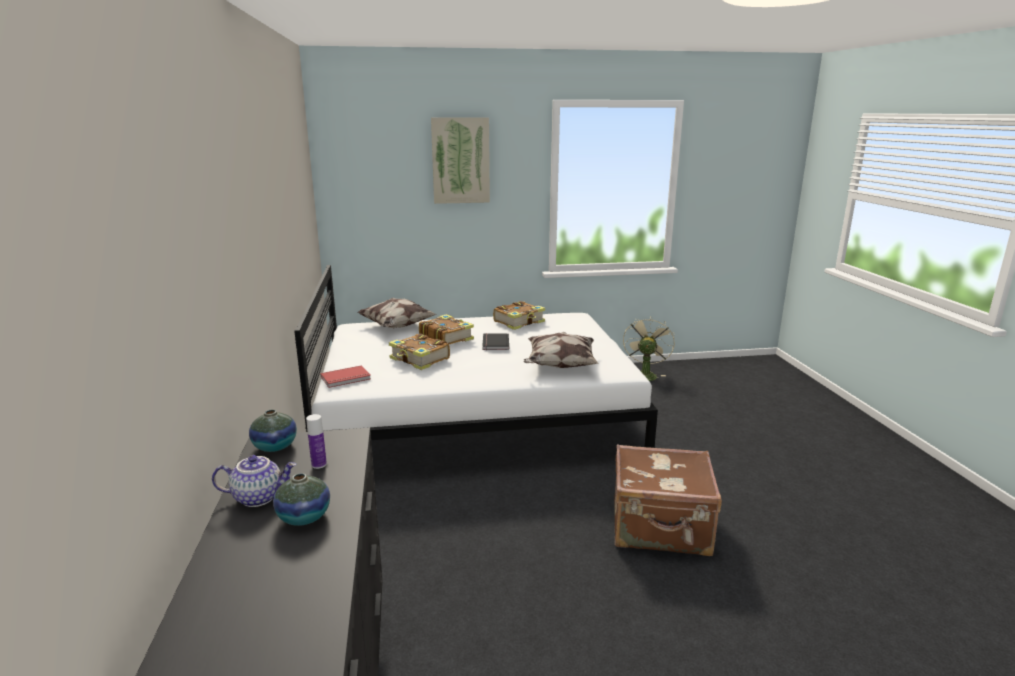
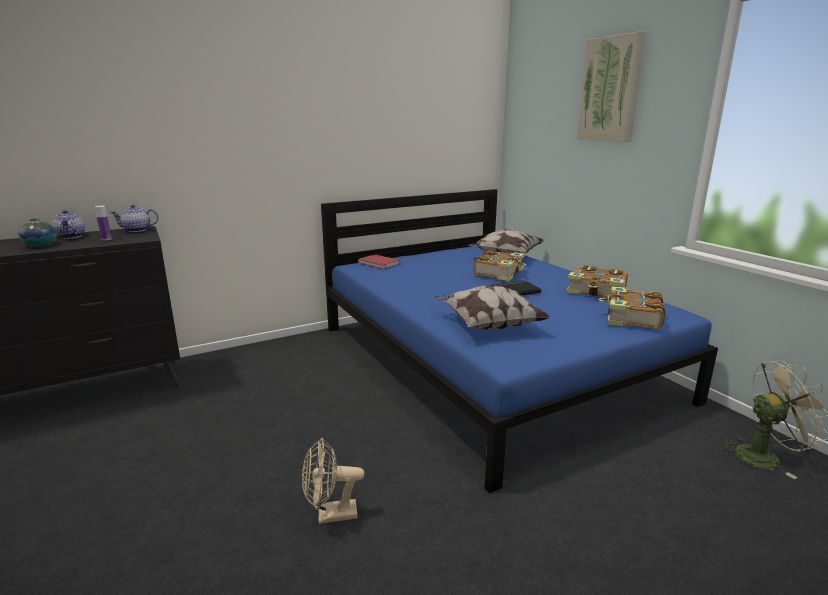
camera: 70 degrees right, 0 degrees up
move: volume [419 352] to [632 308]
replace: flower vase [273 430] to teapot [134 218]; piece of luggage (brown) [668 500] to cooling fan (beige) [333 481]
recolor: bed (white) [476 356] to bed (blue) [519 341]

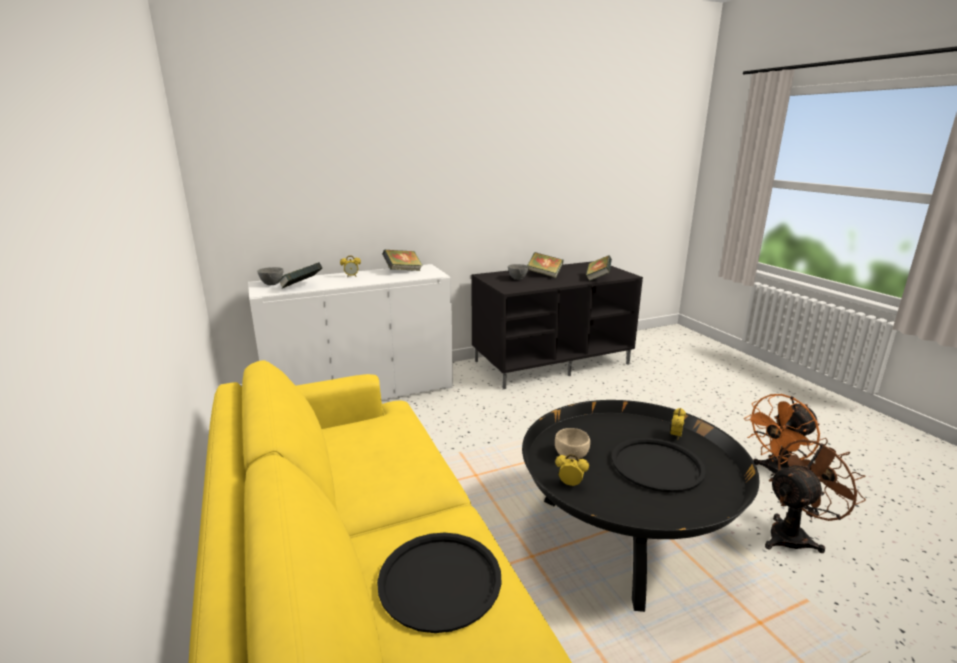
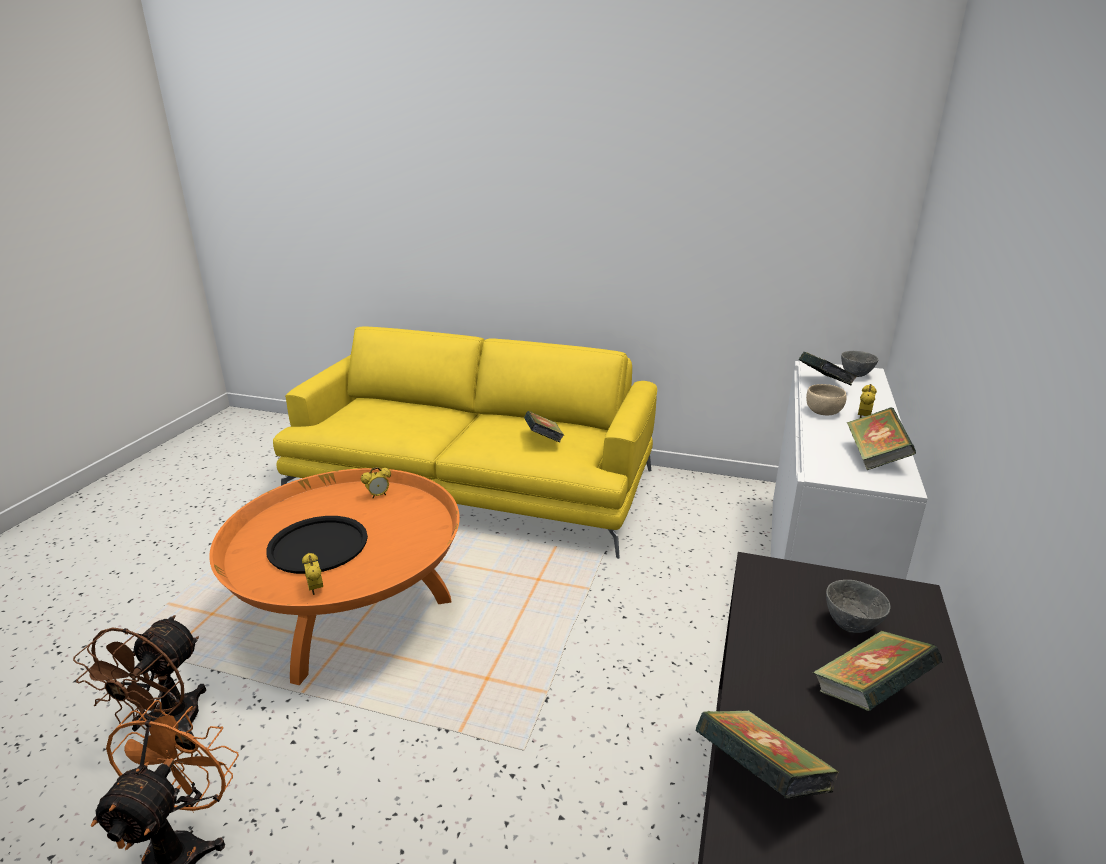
camera: 130 degrees right, 5 degrees up
delete: tray (black) [439 583]
insert: volume [544 426]
move: bowl (beige) [572 444] to [826 399]
recolor: low table (black) [640 506] to low table (orange) [334 576]

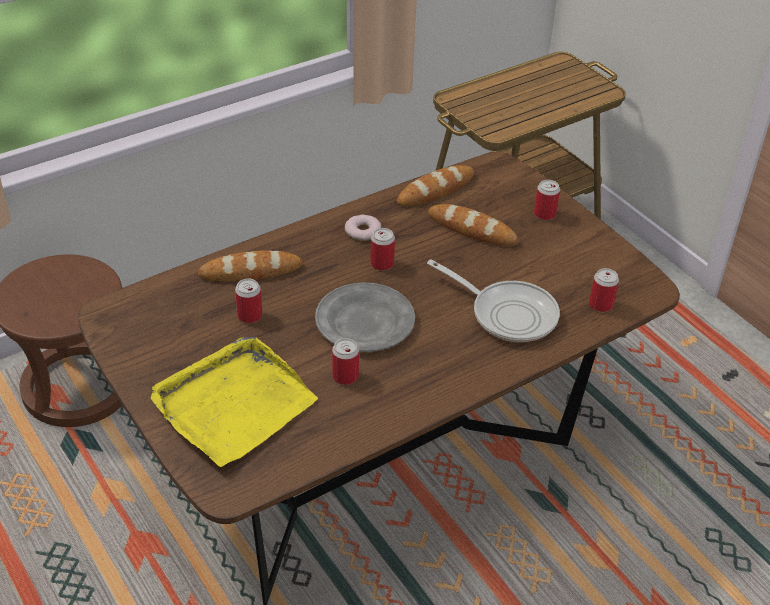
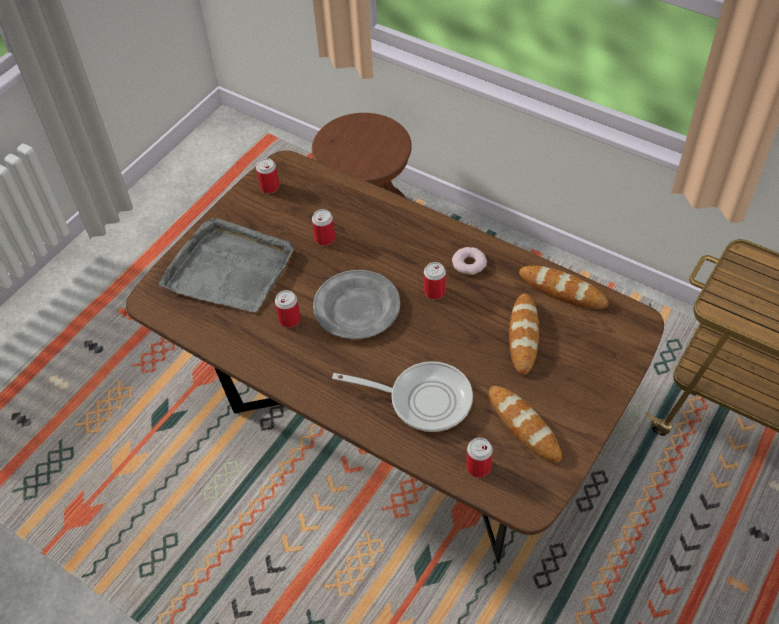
camera: 70 degrees right, 10 degrees up
move: can [547 200] to [267 176]; bread [250 266] to [525 424]
recolor: tray (yellow-coloured) [234 402] to tray (grey) [226 265]
rotate: frying pan [493 301] = [402 396] 90 degrees counterclockwise

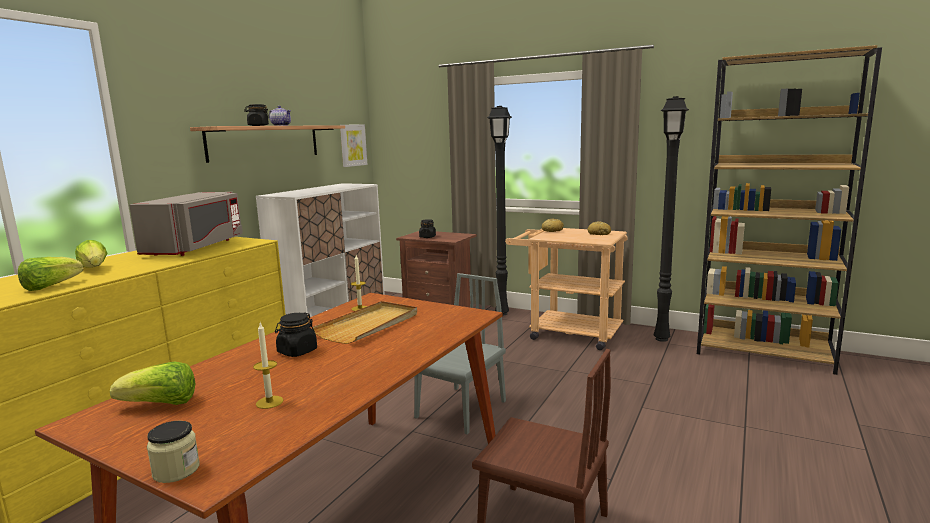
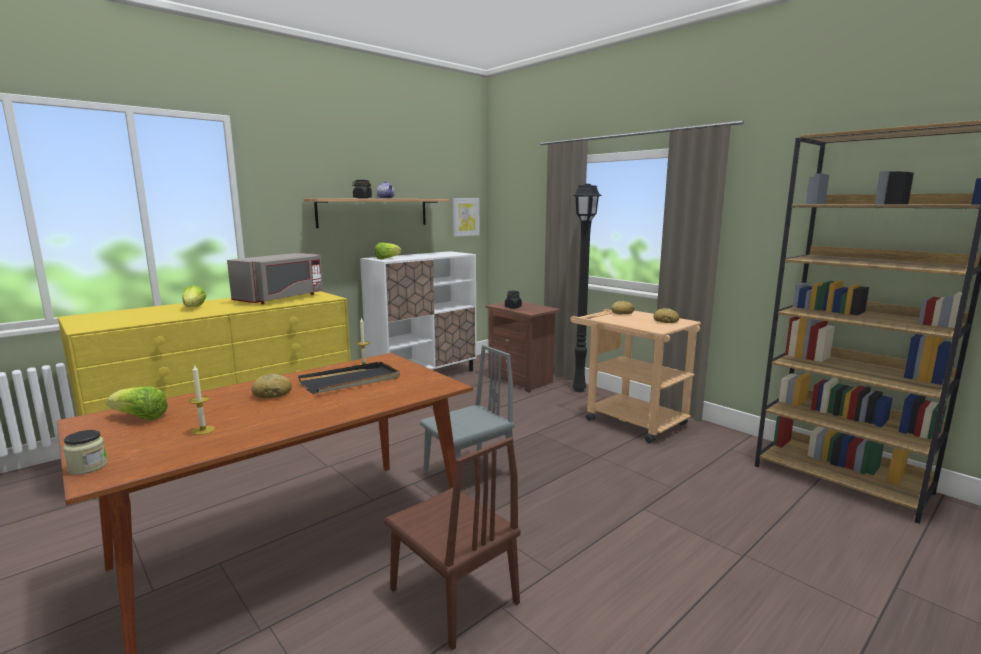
camera: 20 degrees right, 0 degrees up
delete: floor lamp (black) [671 219]
move: head of lettuce [50 274] to [388 251]
replace: preserve jar (black) [296 334] to bread [271 385]
recolor: tray (beige) [364 322] to tray (black) [349 378]

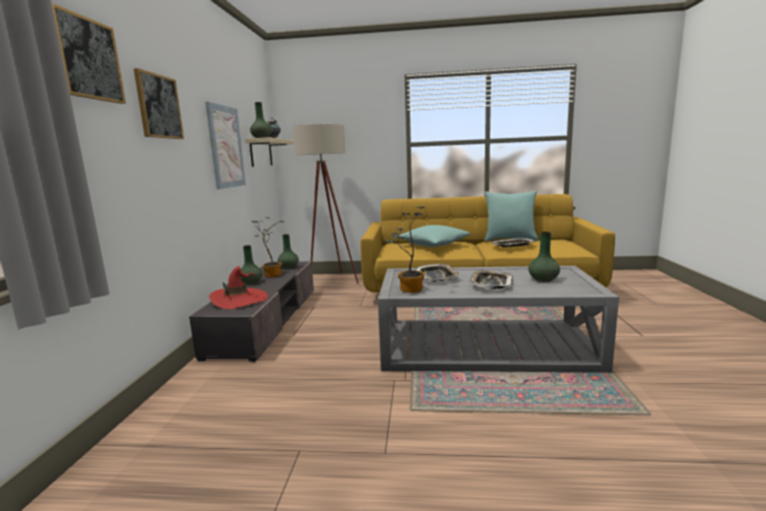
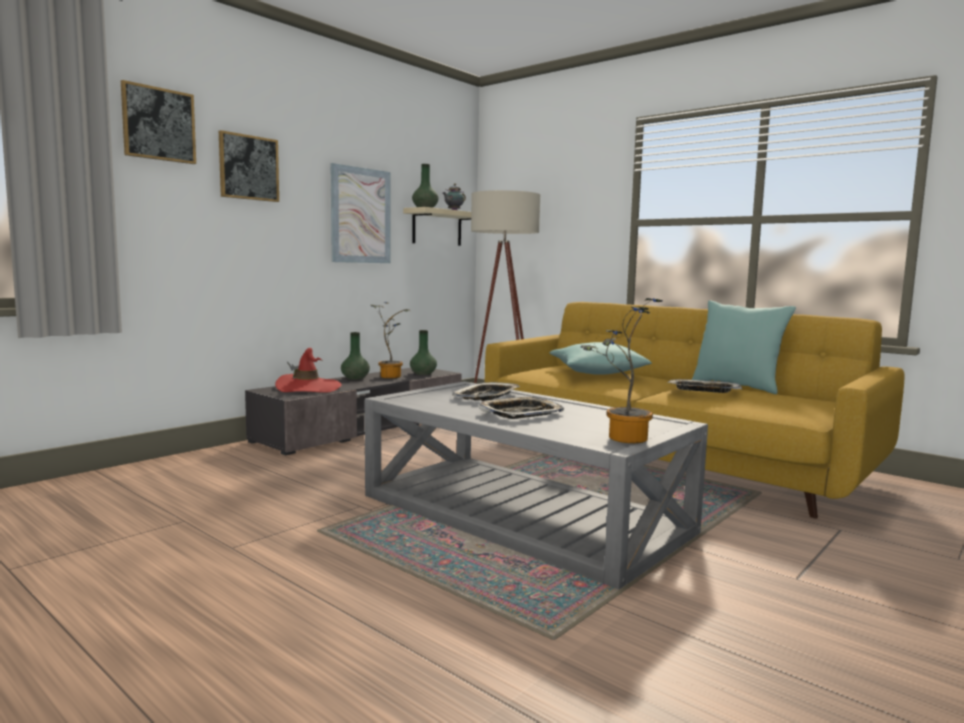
camera: 35 degrees right, 5 degrees down
delete: flower vase (green-coloured) [544 257]
move: plant in a pot [405 250] to [621 370]

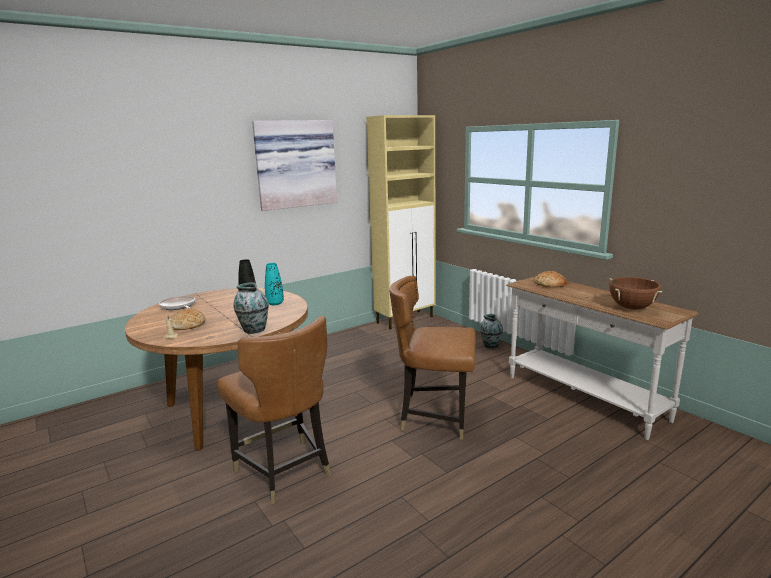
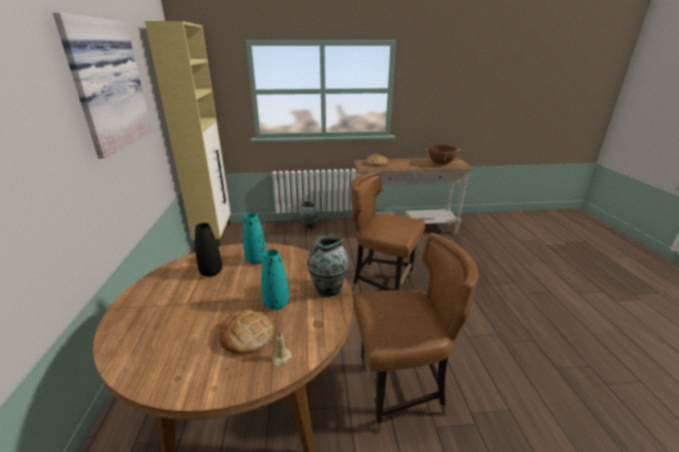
camera: 60 degrees left, 10 degrees up
delete: frying pan [177 303]
insert: flower vase (turquoise-coloured) [275 279]
rotate: chair (brown) [432 358] = [388 231] 75 degrees clockwise

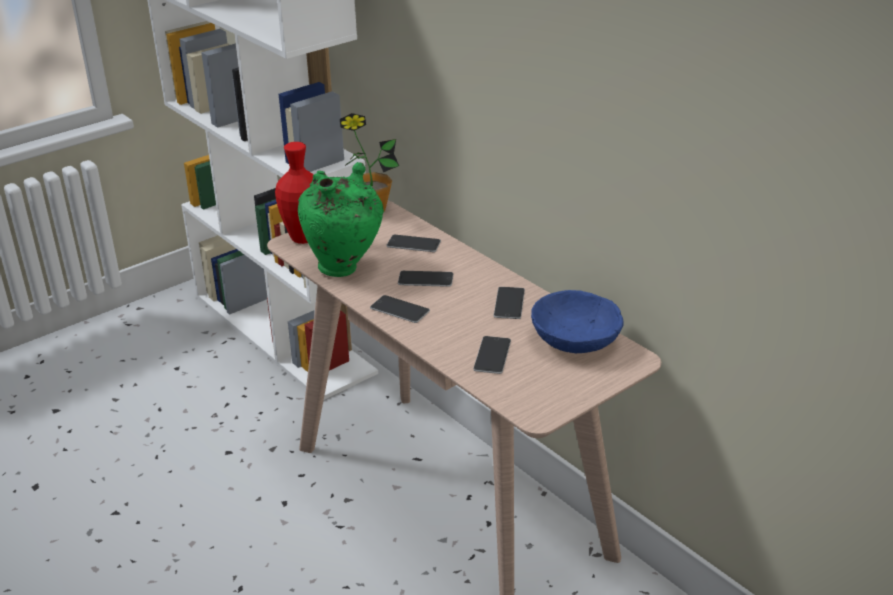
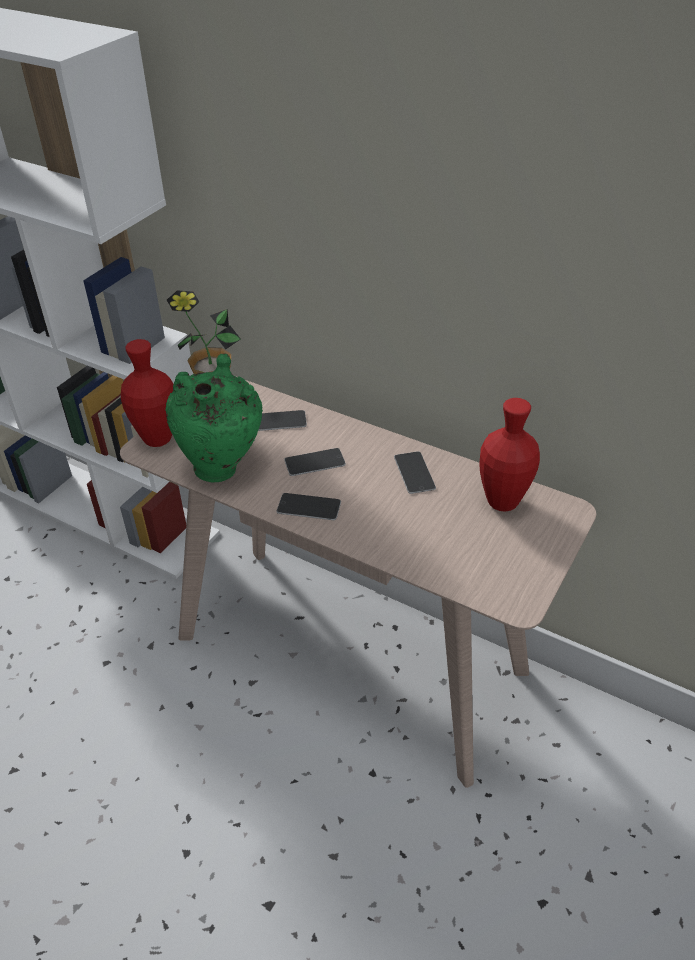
camera: 20 degrees left, 10 degrees up
delete: phone [492 355]
replace: bowl (blue) [577 321] to flower vase (reddish) [509 455]

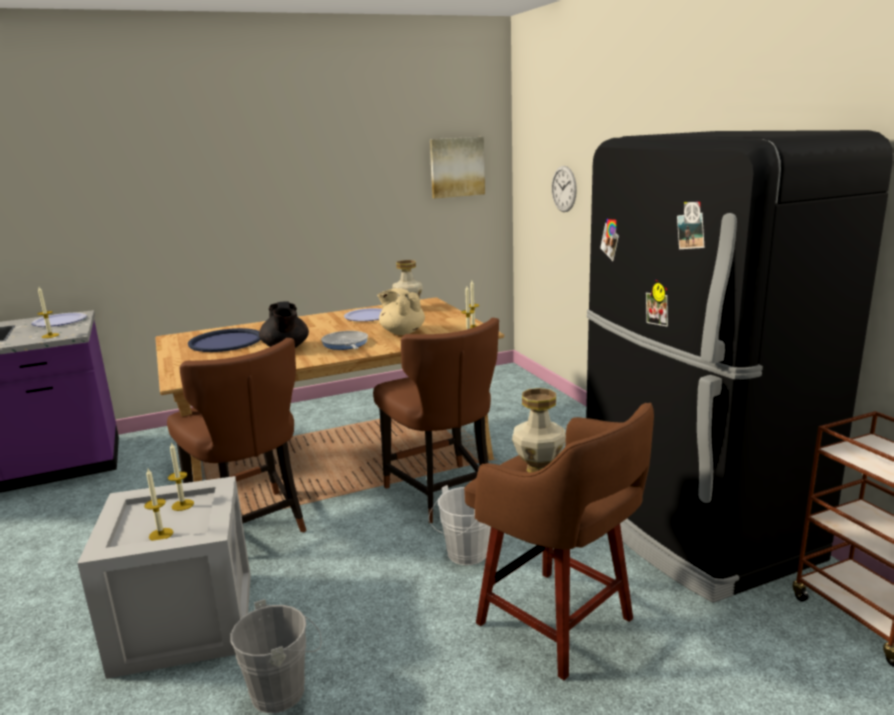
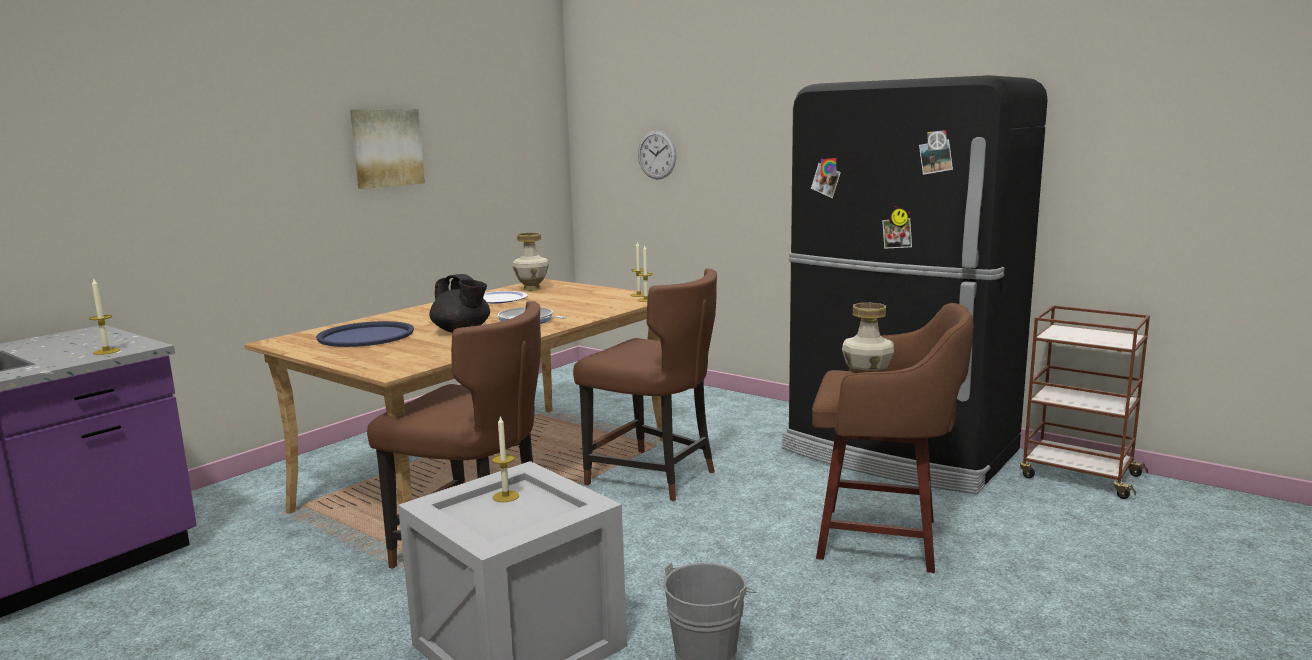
camera: 30 degrees left, 5 degrees down
delete: teapot (beige) [401 311]; dinner plate [59 320]; wax candle [158 505]; bucket (white) [459 525]
move: wall art [457 168] to [387 149]

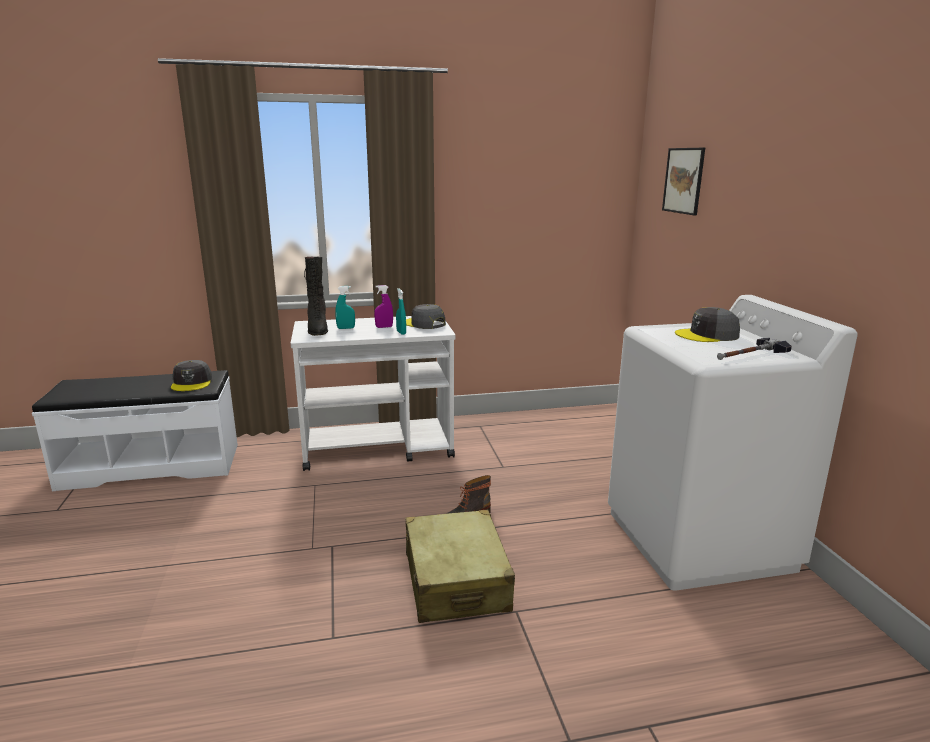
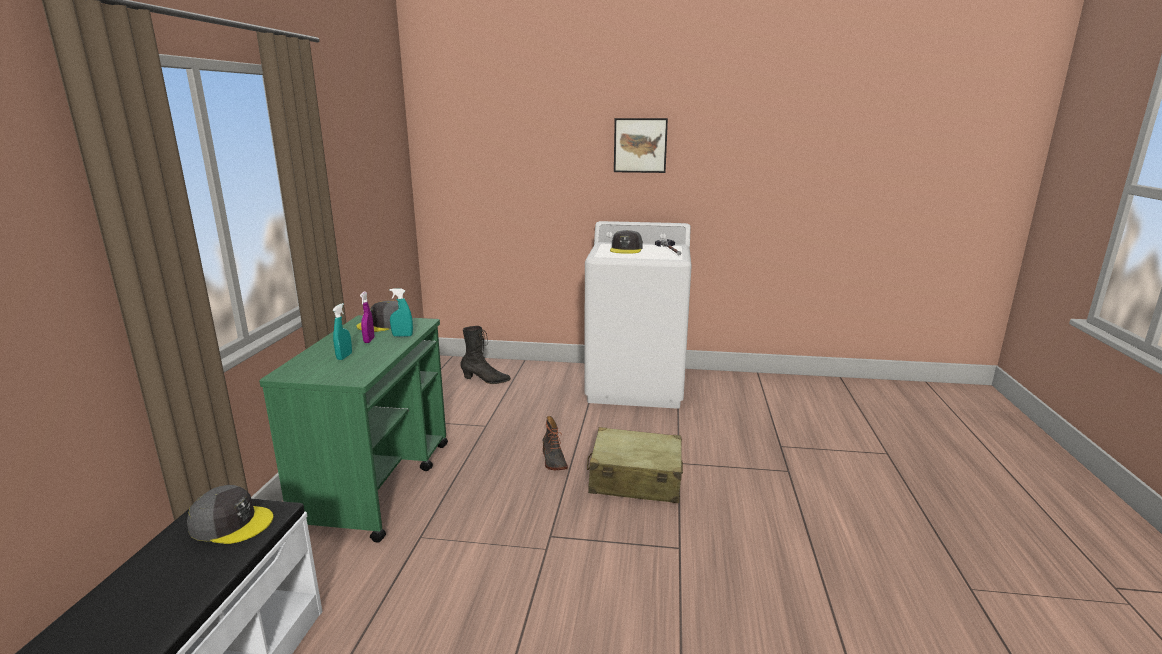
camera: 70 degrees left, 0 degrees up
move: wall art [683 182] to [641 145]; boot (black) [316 296] to [485 355]
recolor: wheeled cart (white) [373 393] to wheeled cart (green-coloured) [353 429]

